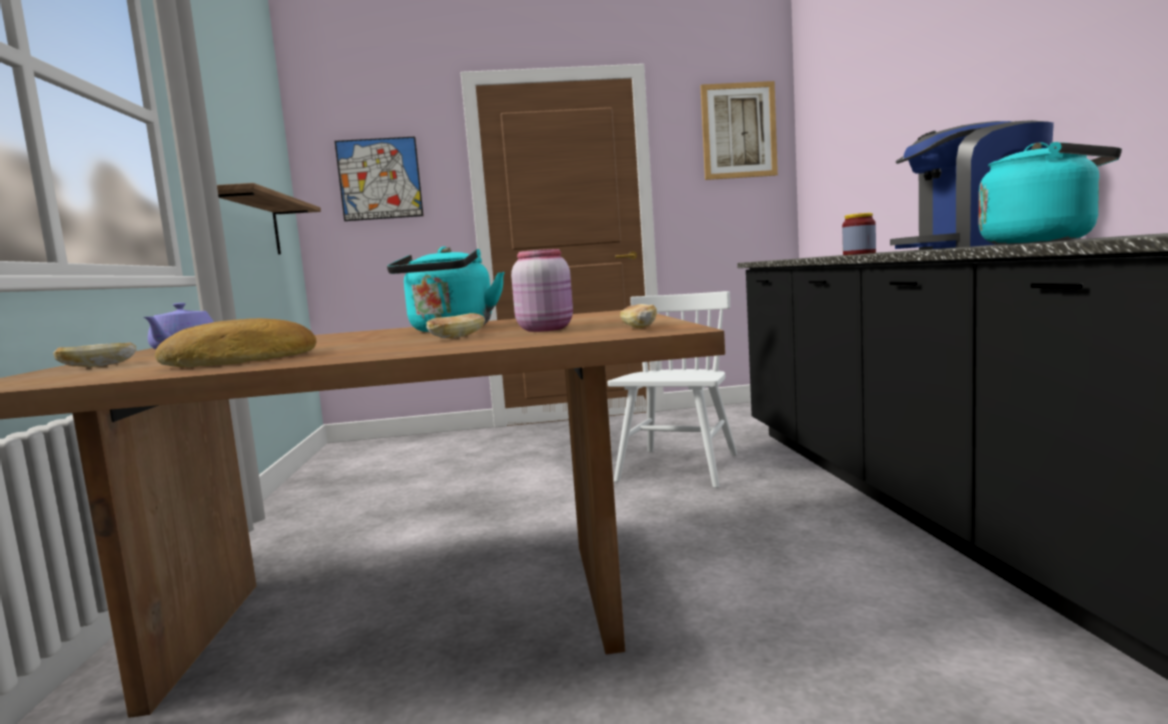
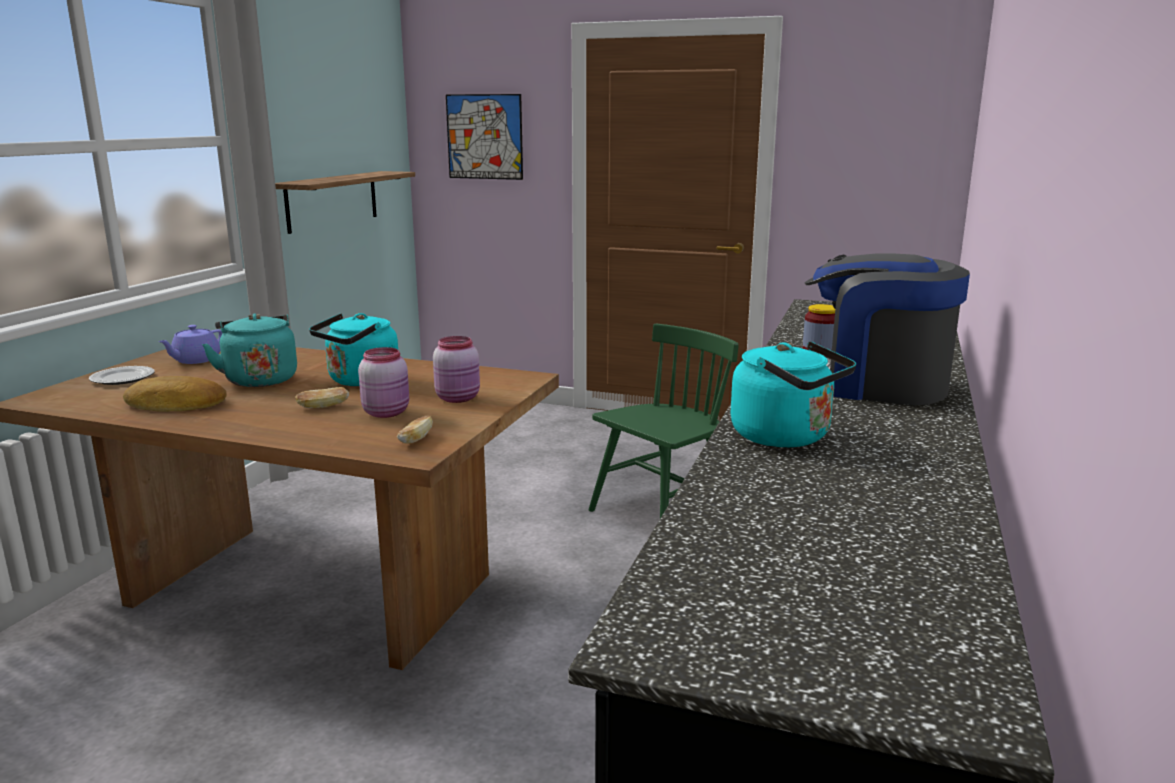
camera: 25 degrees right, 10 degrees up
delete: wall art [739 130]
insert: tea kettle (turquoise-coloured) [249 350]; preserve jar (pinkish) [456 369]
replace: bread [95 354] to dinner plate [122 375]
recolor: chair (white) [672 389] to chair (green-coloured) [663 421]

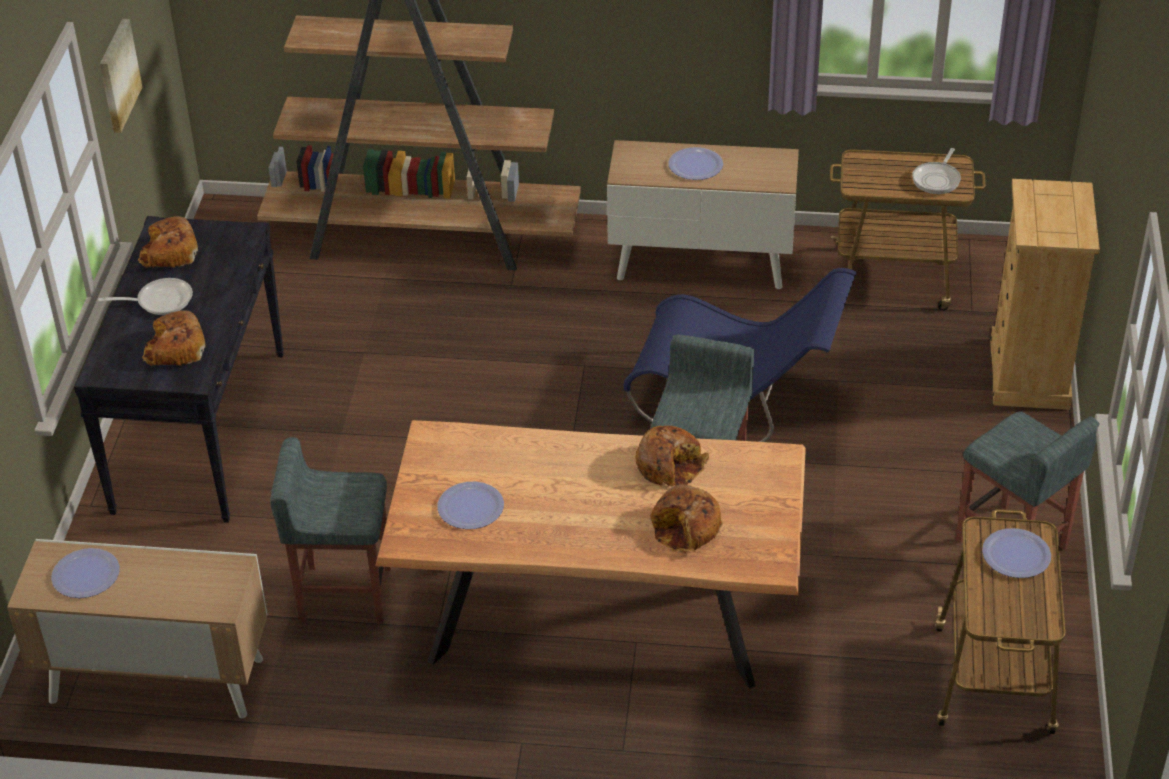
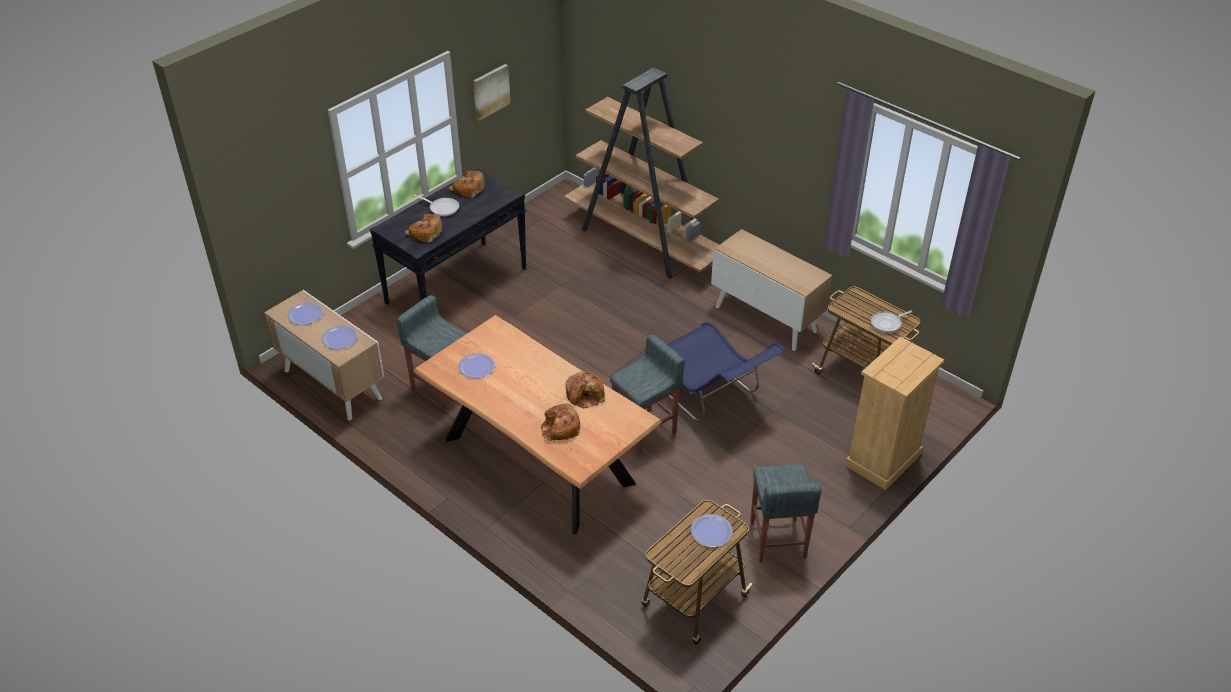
camera: 35 degrees right, 0 degrees up
move: dinner plate [695 163] to [340 338]

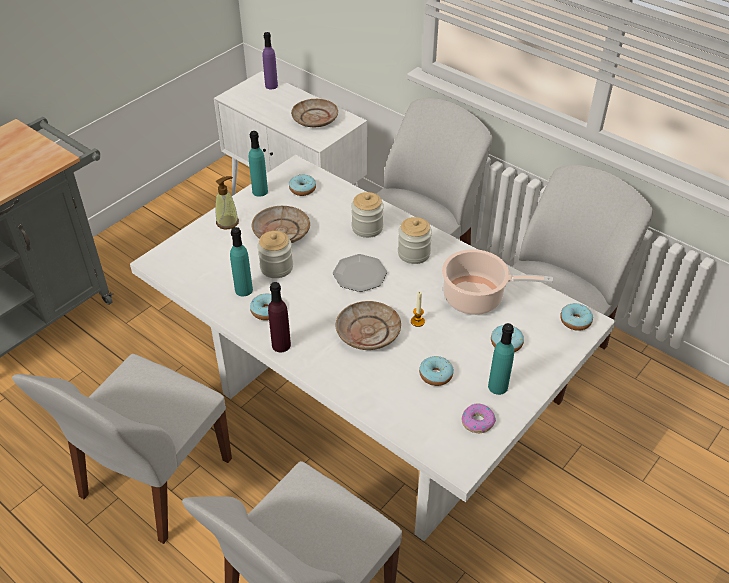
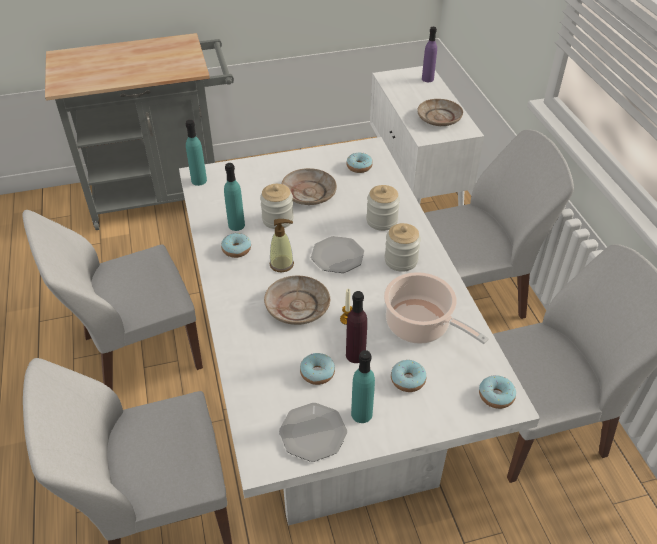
camera: 35 degrees right, 0 degrees up
move: bottle (turquoise-coloured) [258 164] to [196 153]; soap bottle [227 202] to [281 245]; bottle (purple) [279 317] to [356 327]
replace: donut [479 418] to dinner plate [313 432]

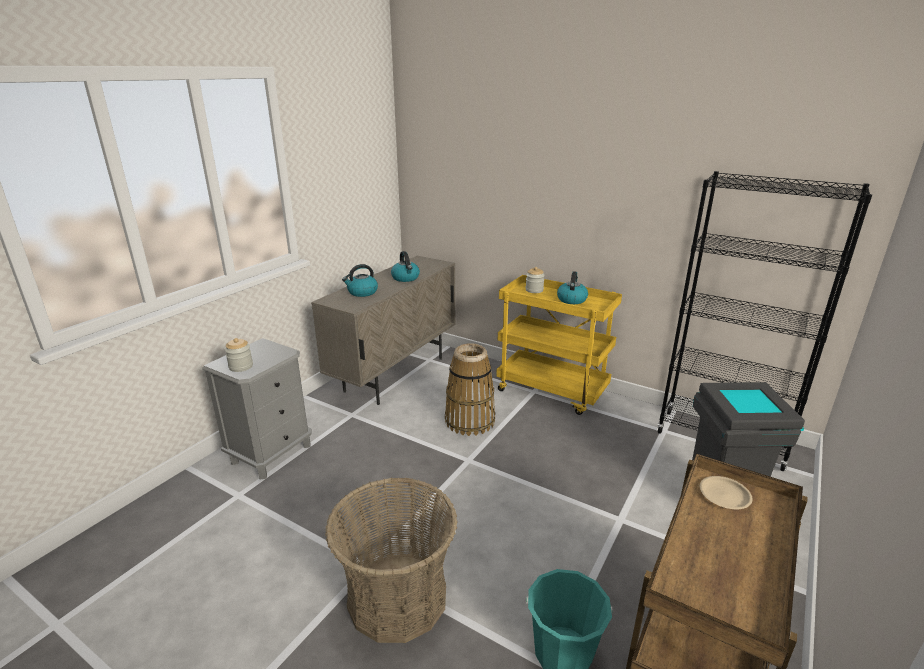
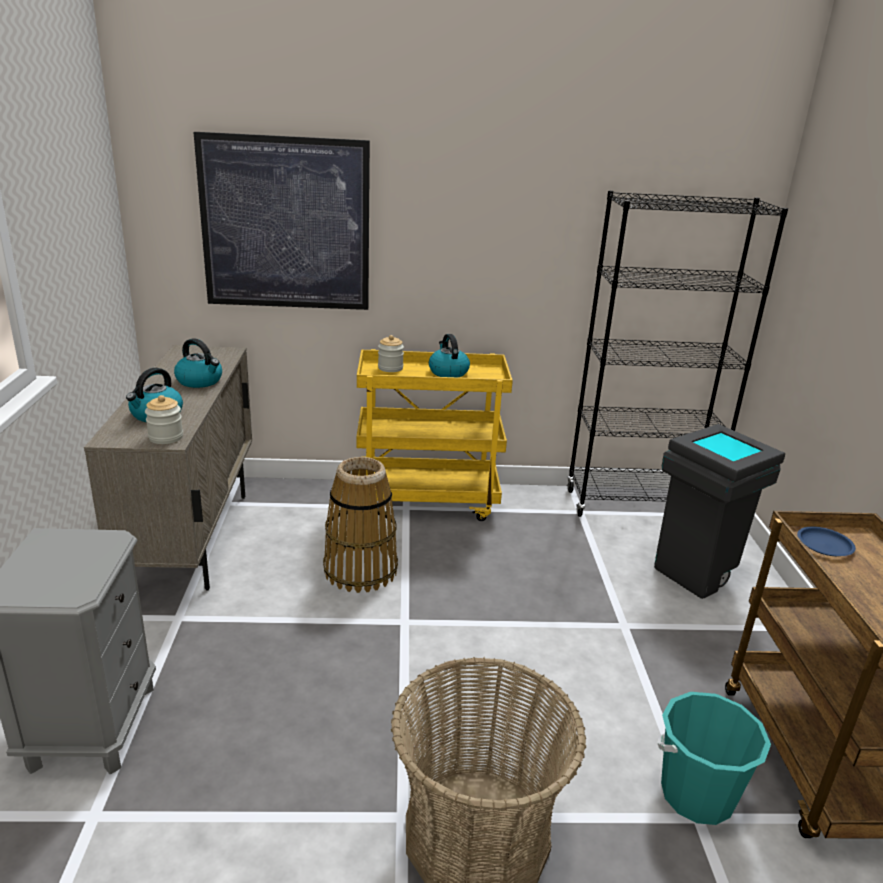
camera: 35 degrees left, 0 degrees up
insert: wall art [281 221]
move: preserve jar [239 355] to [164 419]
recolor: dinner plate (beige) [726 492] to dinner plate (blue) [826 541]

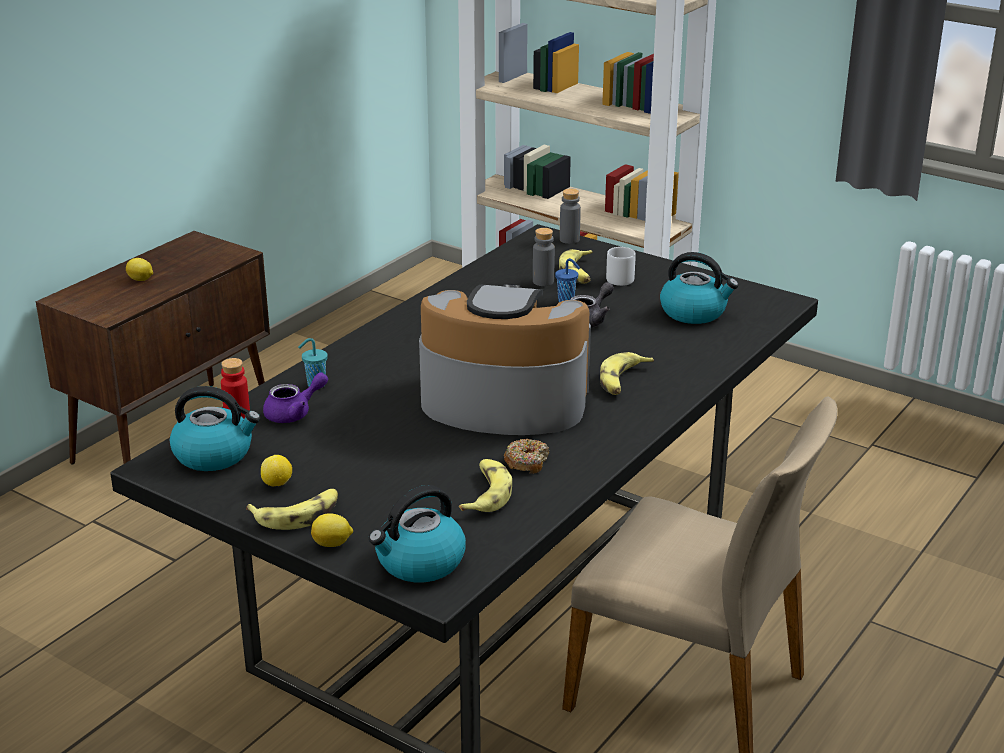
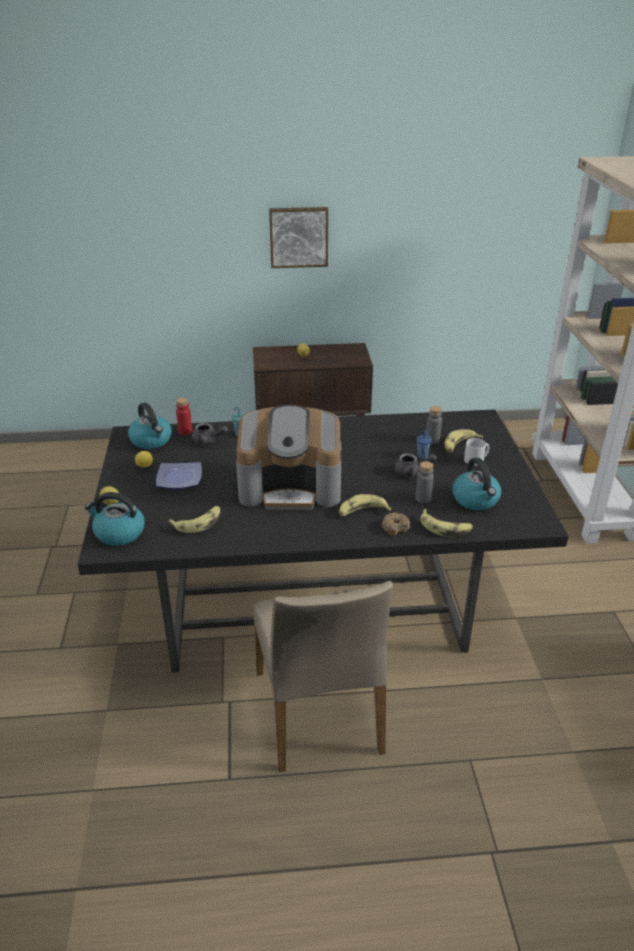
camera: 50 degrees right, 5 degrees up
insert: wall art [298 237]; dinner plate [179 475]
move: bottle (grey) [570 216] to [425 482]; donut [526 456] to [396 523]; banana fruit [292 509] to [447 523]
recolor: teapot (purple) [295 397] to teapot (grey) [210 434]
rotate: coffee maker [505 359] = [288 457] 120 degrees clockwise

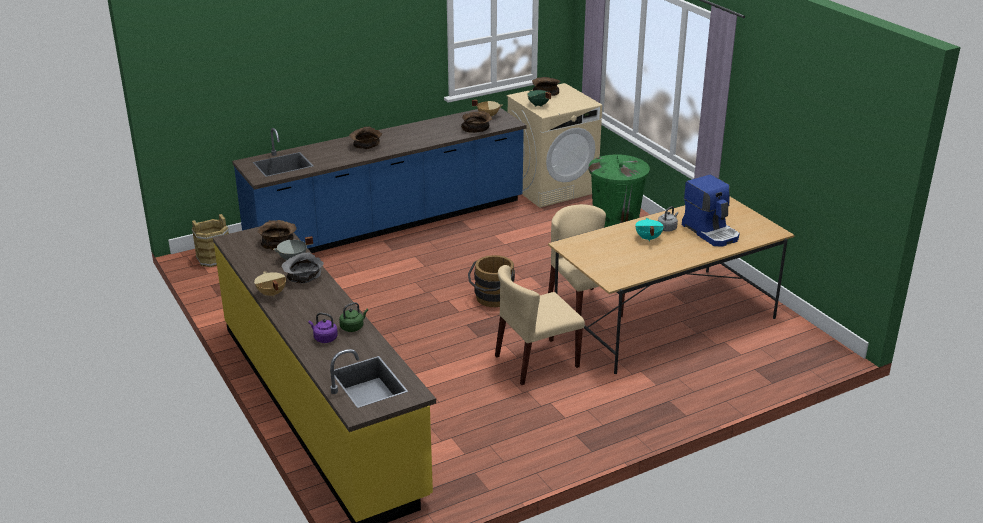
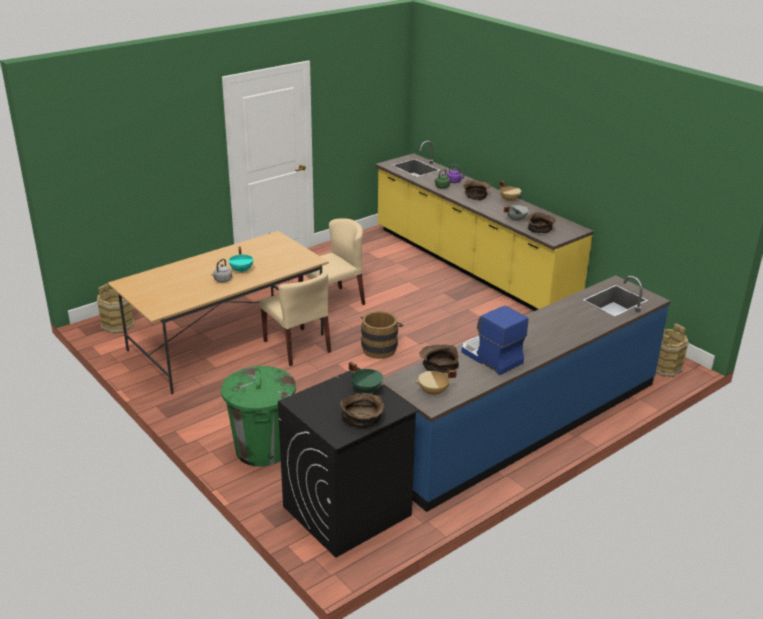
camera: 170 degrees right, 0 degrees up
delete: bowl (grey) [302 267]
insert: bucket (brown) [115 309]
move: bowl (brown) [366 138] to [477 190]; coffee maker [711 210] to [495 340]
recolor: laundry appliance (beige) [554 145] to laundry appliance (black) [348 462]

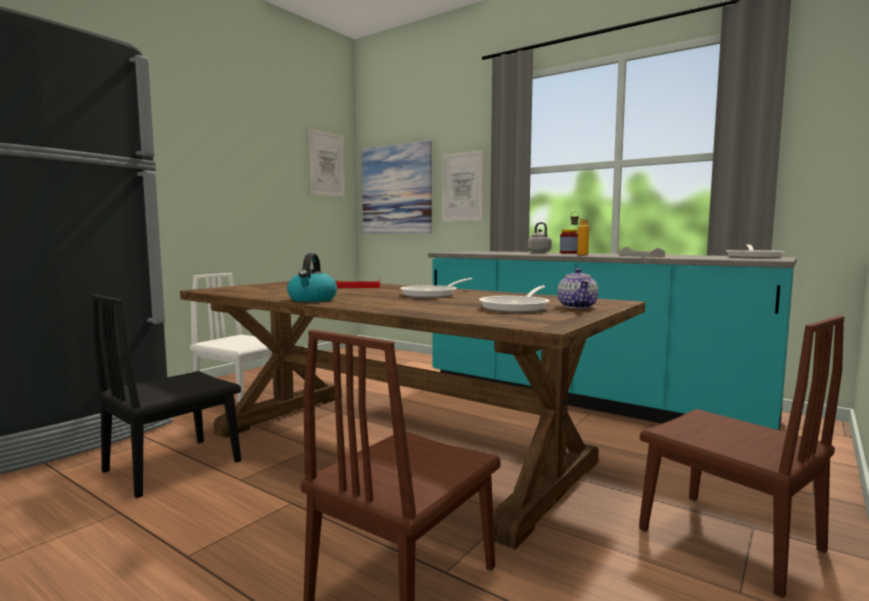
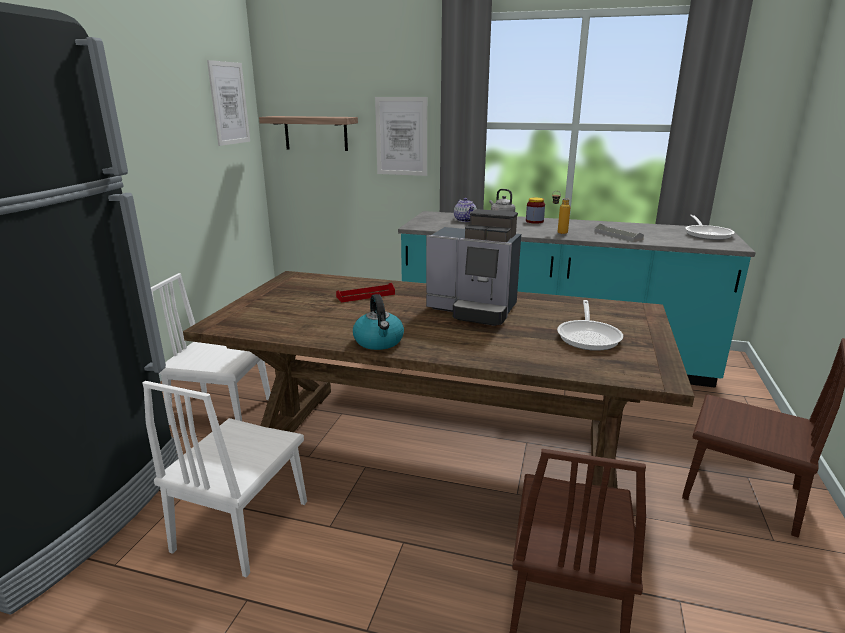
camera: 20 degrees left, 15 degrees up
move: teapot [577 288] to [465 210]
replace: wall art [397 187] to shelf [308 133]; frying pan [436 288] to coffee maker [473 267]
recolor: chair (black) [166 396] to chair (white) [224 479]

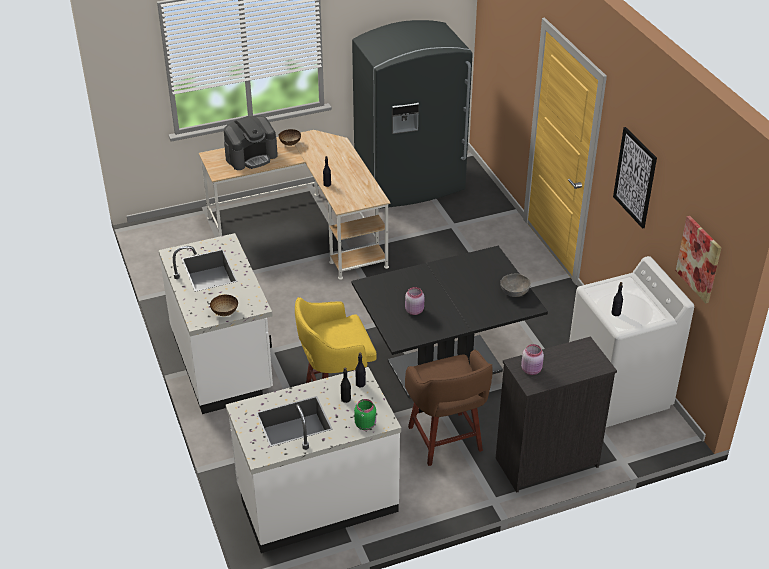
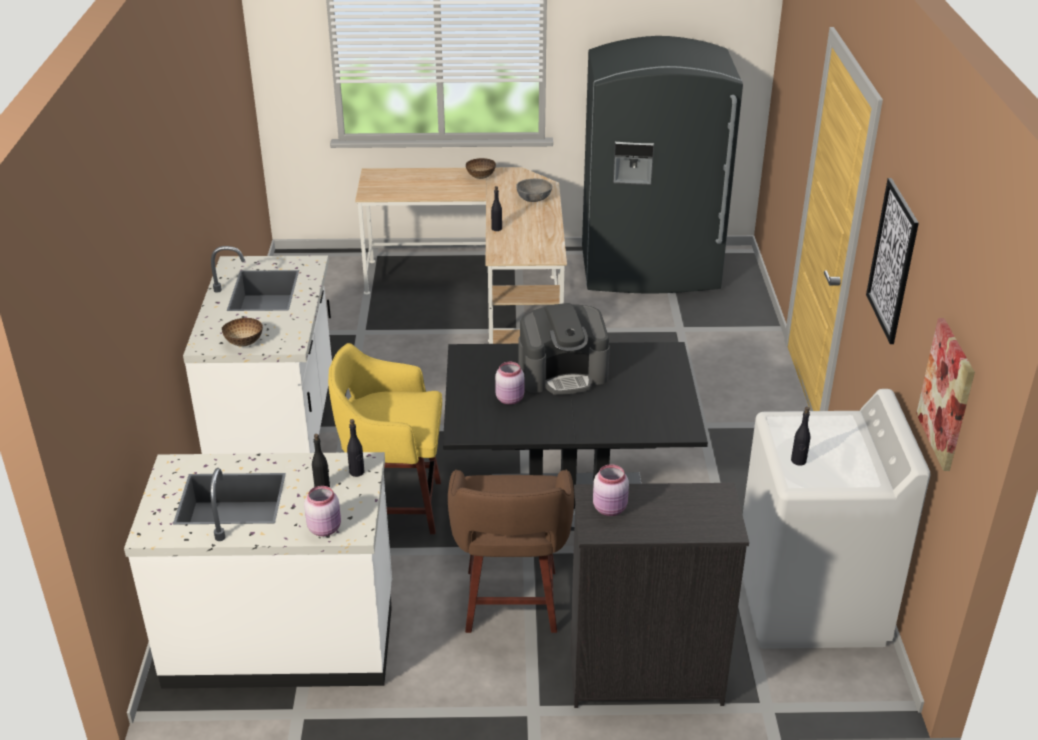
camera: 20 degrees right, 5 degrees down
move: coffee maker [251 143] to [564 349]; bowl (grey) [515 285] to [534 190]
recolor: preserve jar (green-coloured) [365 414] to preserve jar (pinkish) [322 511]

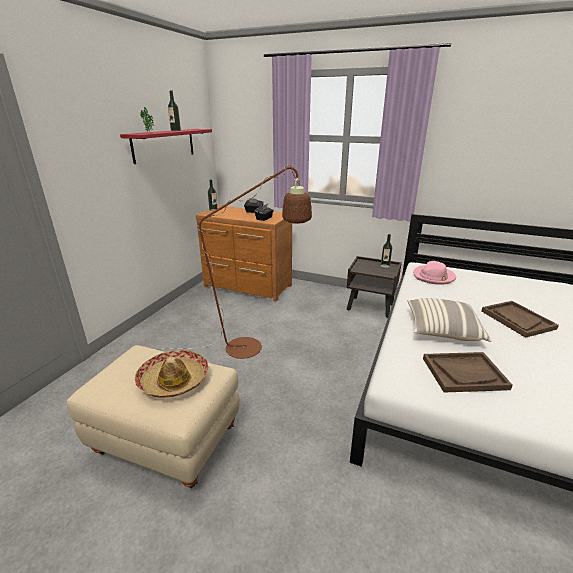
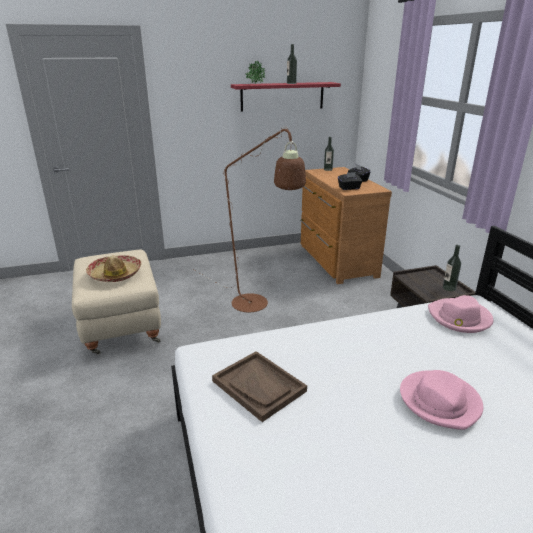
camera: 50 degrees right, 0 degrees up
delete: cushion [449 320]
replace: tray (brown) [520 319] to wearable hat (pinkish) [441 400]

